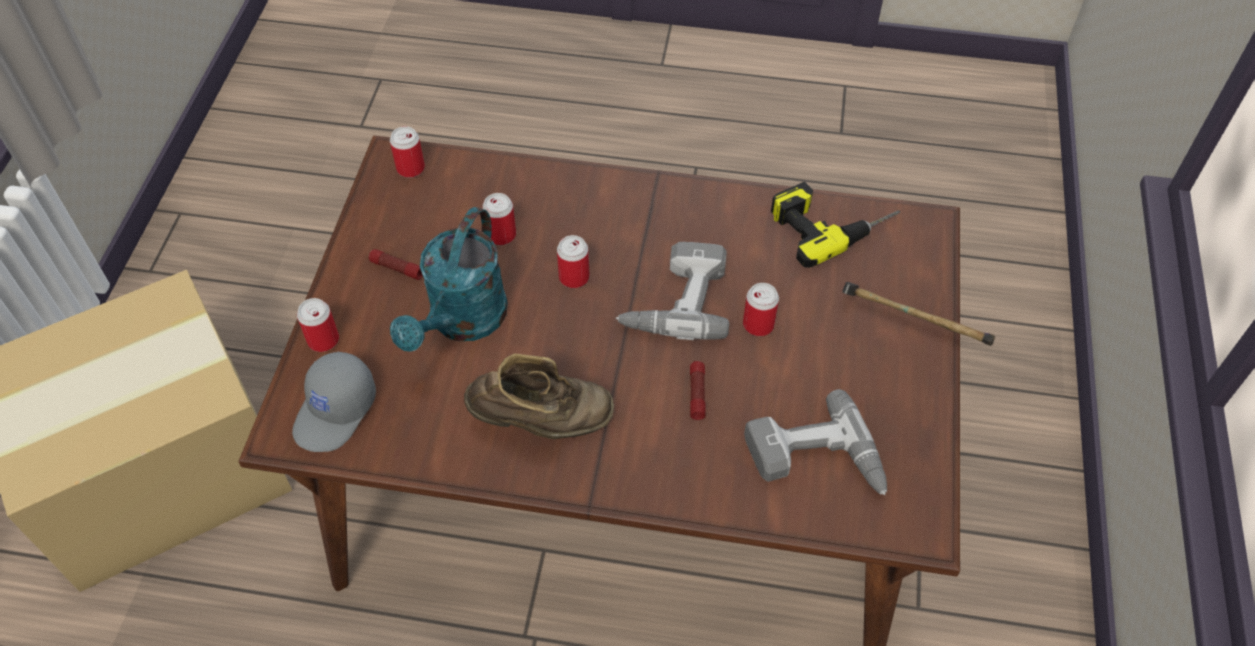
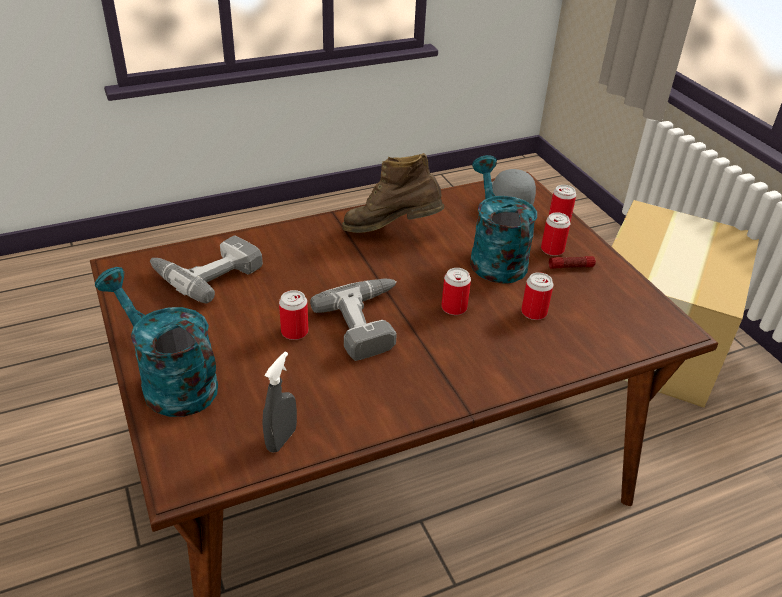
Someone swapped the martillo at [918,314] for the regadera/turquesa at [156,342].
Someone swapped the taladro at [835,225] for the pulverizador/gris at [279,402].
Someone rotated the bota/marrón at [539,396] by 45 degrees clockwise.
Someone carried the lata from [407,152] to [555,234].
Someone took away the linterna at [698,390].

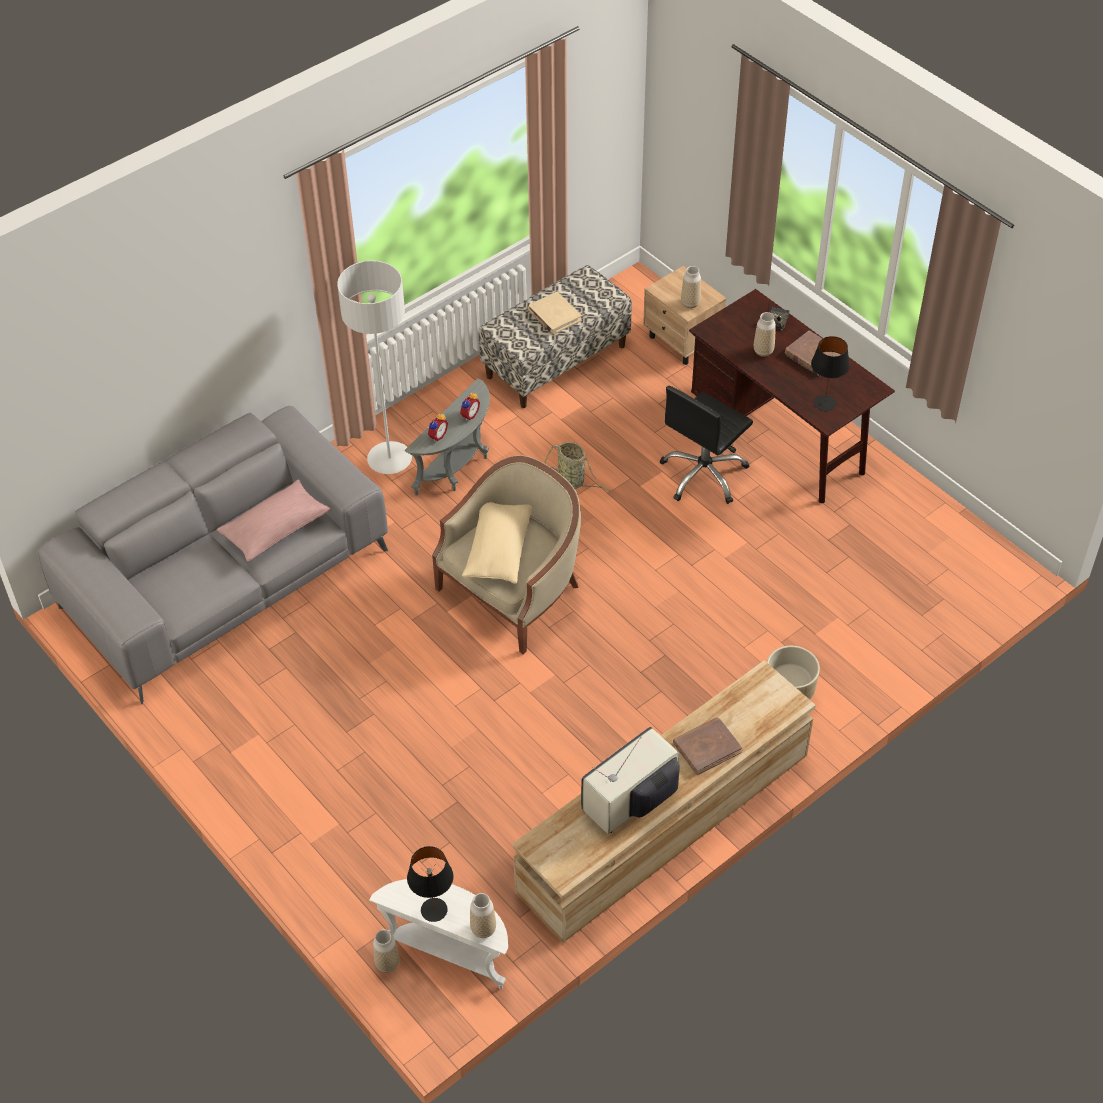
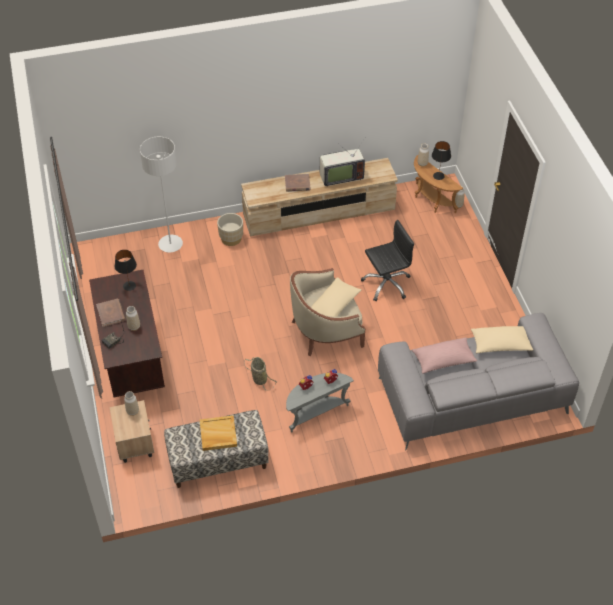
Someone carried the lámpara de pie/gris from [374,367] to [161,195].
Someone swapped the libro/beis at [555,313] for the bandeja/beis at [218,433].
Someone carried the silla de oficina/negro from [706,445] to [387,260].
Someone repainted the mesa auxiliar/blanco at [438,934], which became the mesa auxiliar/marrón at [438,184].
Someone put down the cojín/beis at [502,339].

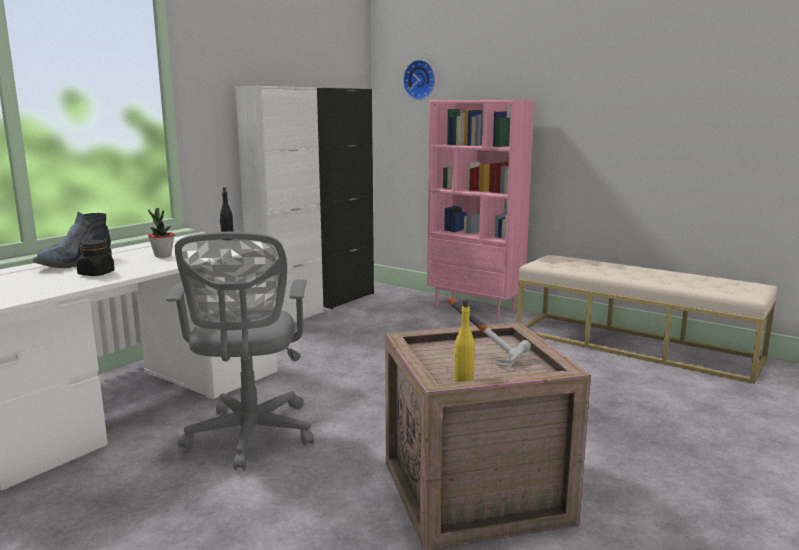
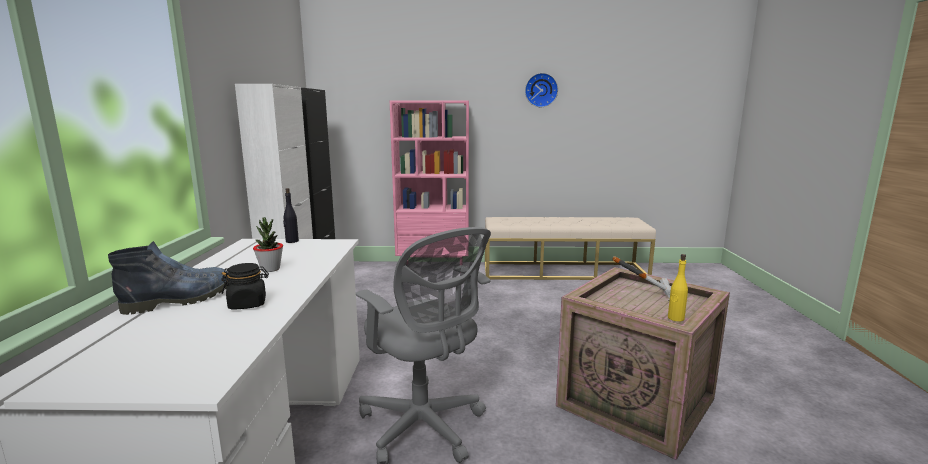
Someone rotated the bota at [72,240] by 120 degrees counterclockwise.
Someone carried the reloj de pared from [419,80] to [541,90].

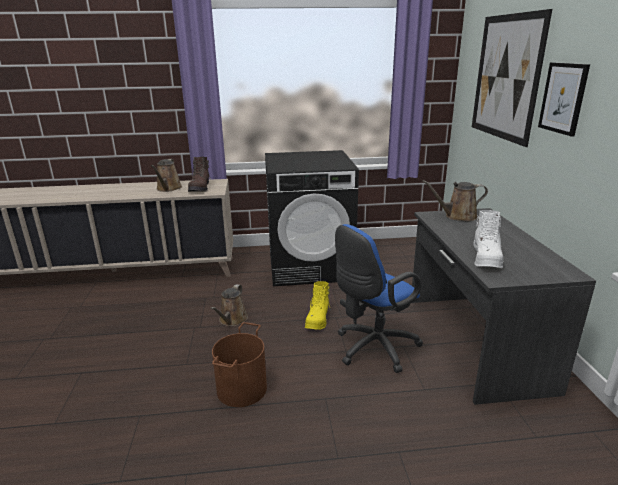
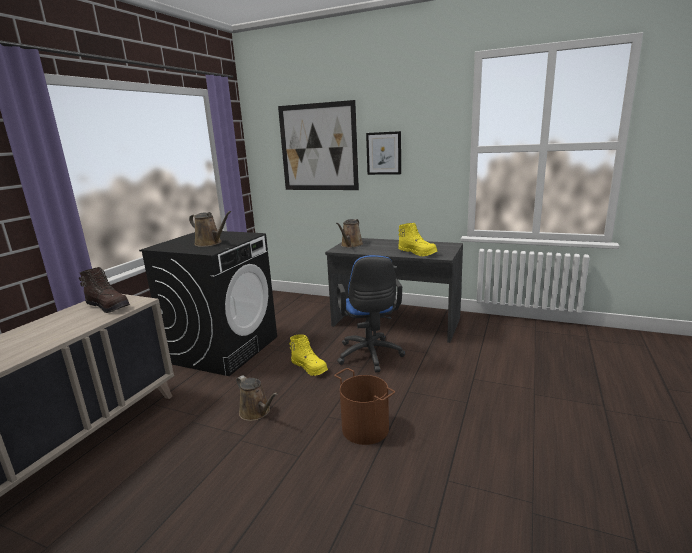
Someone carried the regadera/marrón from [166,175] to [210,229].
Someone repainted the bota/blanco at [488,239], which became the bota/amarillo at [418,239].

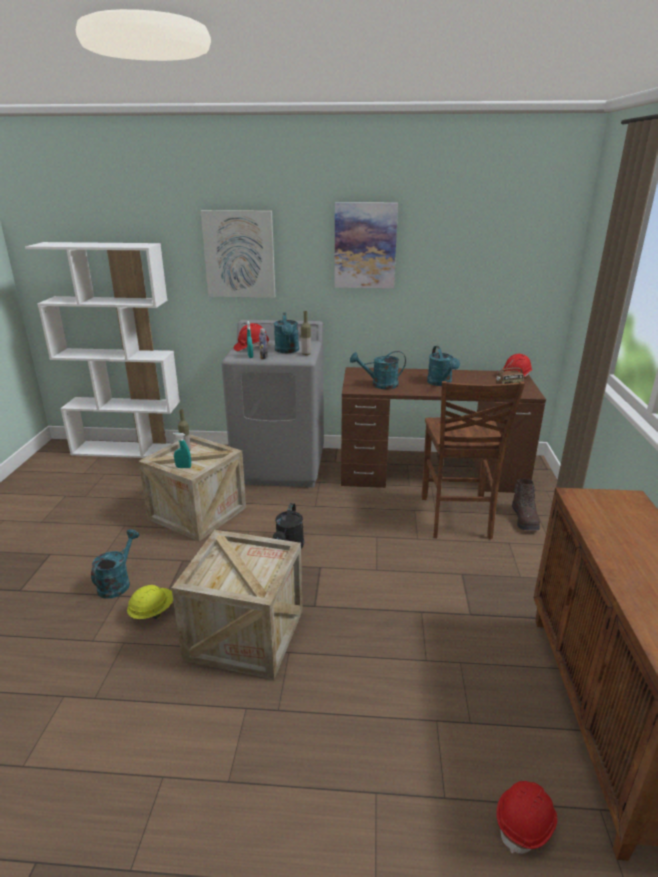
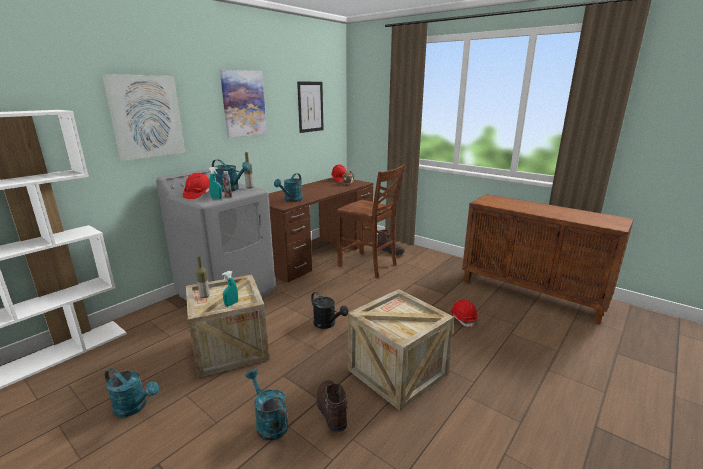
Someone carried the regadera/turquesa from [443,366] to [132,392].
Someone put up the cuadro at [310,107].
Someone swapped the casco/amarillo at [150,602] for the bota/marrón at [332,406].
Someone carried the casco/rojo from [526,817] to [464,313].

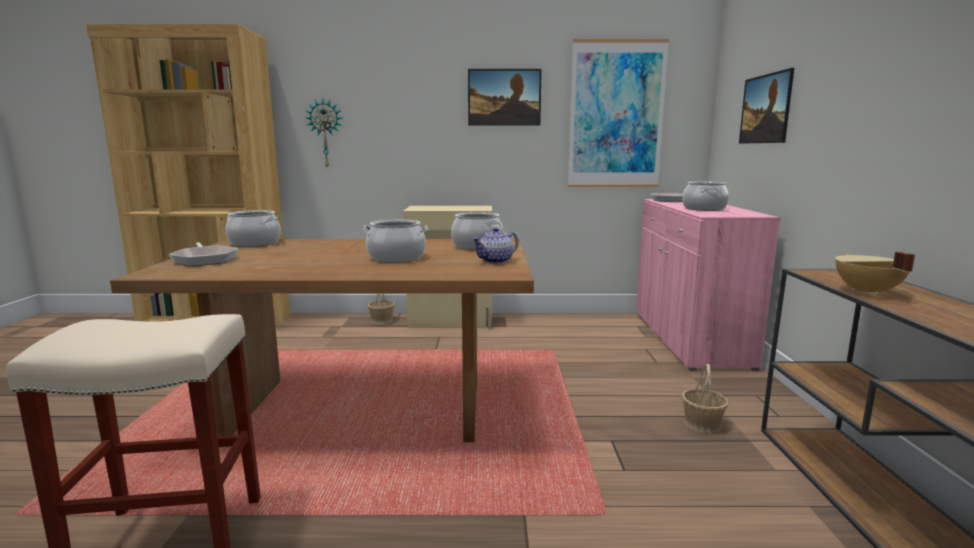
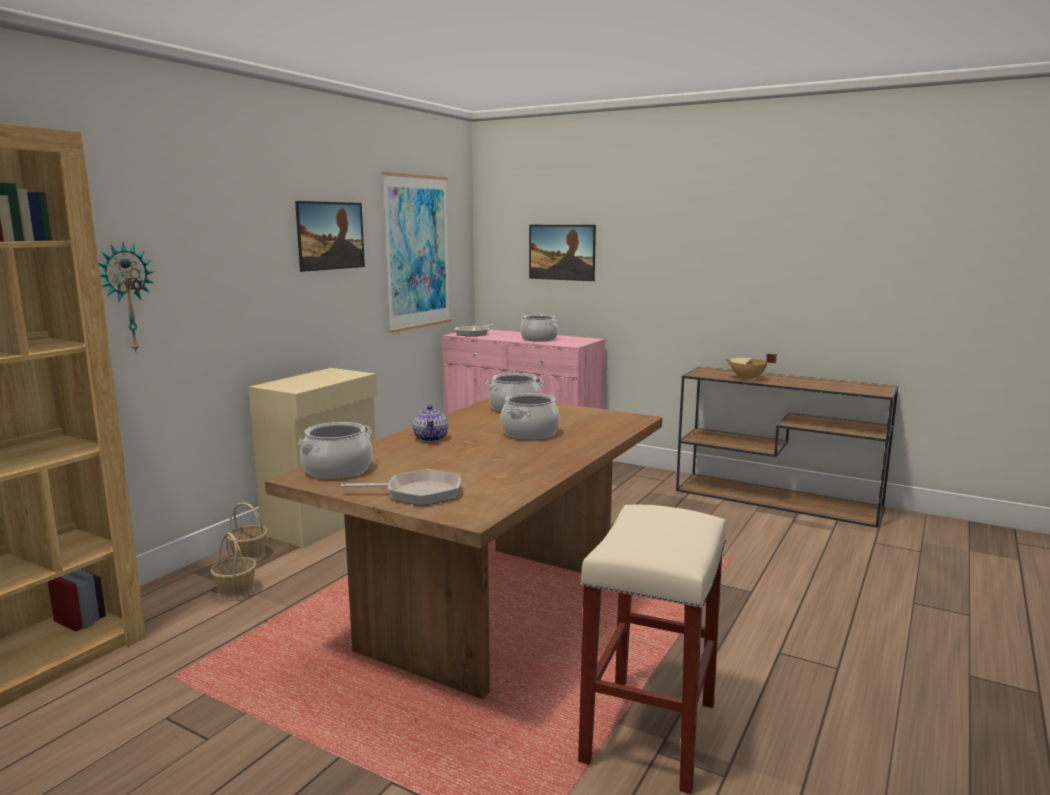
Someone carried the cesta from [705,398] to [233,566].
Someone carried the tetera from [495,245] to [430,423].

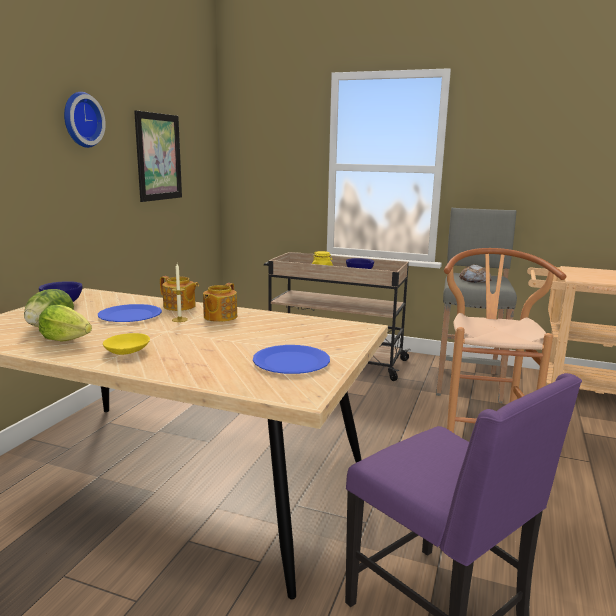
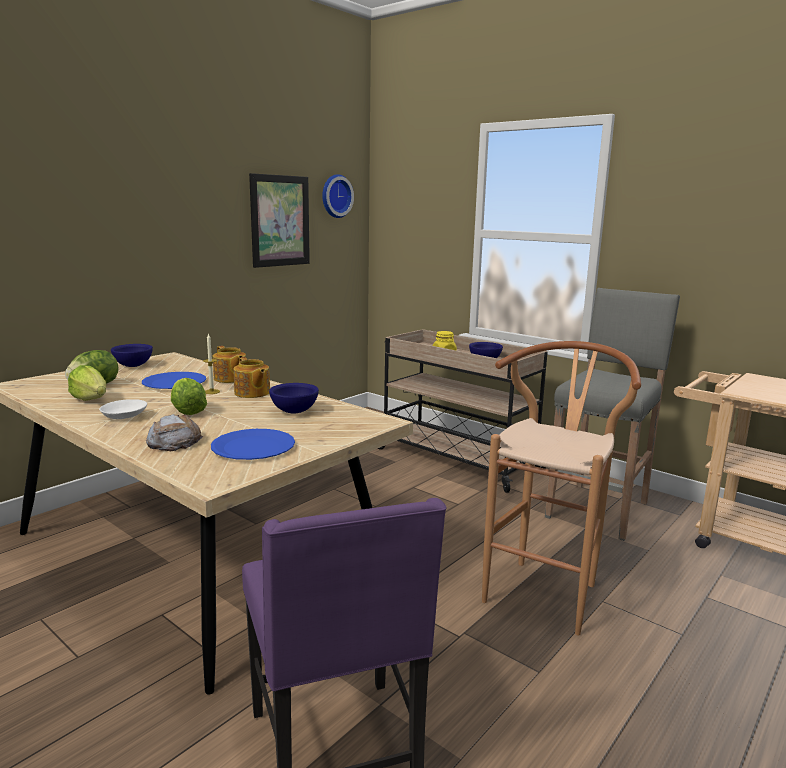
Someone repainted the cuenco/amarillo at [126,344], which became the cuenco/blanco at [123,409].
Someone carried the pan from [475,273] to [175,432].
Someone put down the lechuga at [189,396].
Someone rotated the tetera at [220,302] by 75 degrees counterclockwise.
Someone put down the cuenco/azul at [294,398].
Someone carried the reloj de pared from [85,120] to [338,196].

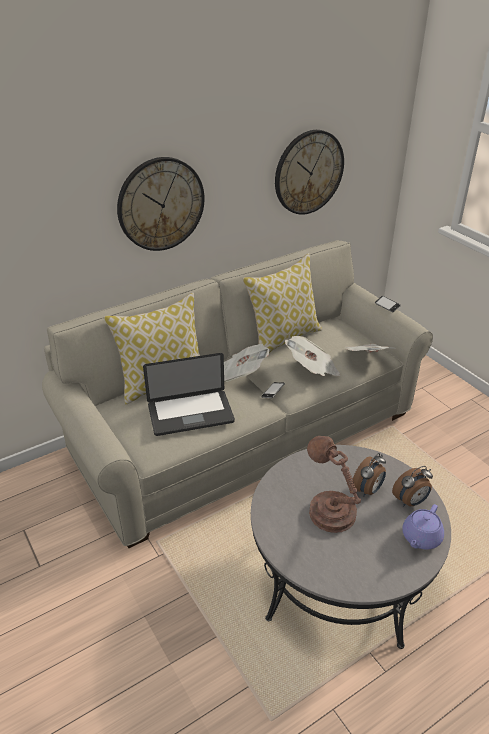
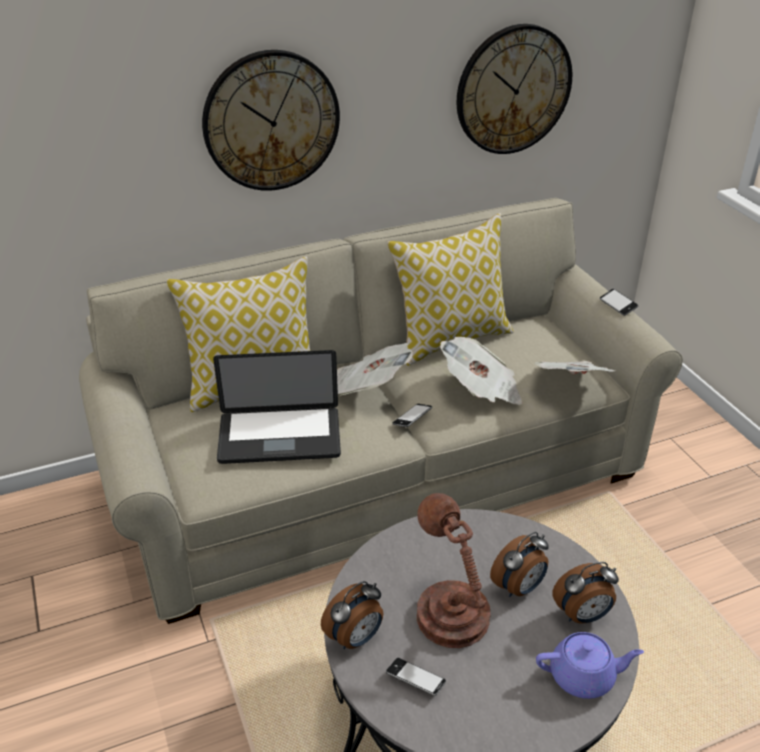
Someone put down the despertador at [352,615].
Someone put down the móvil at [416,677].
Someone rotated the tetera/morado at [423,527] by 135 degrees counterclockwise.

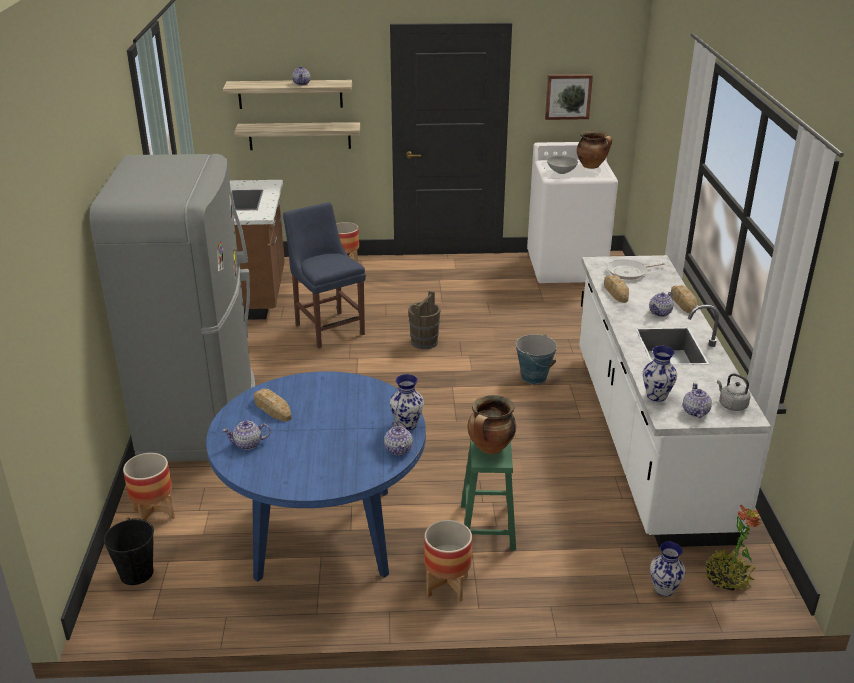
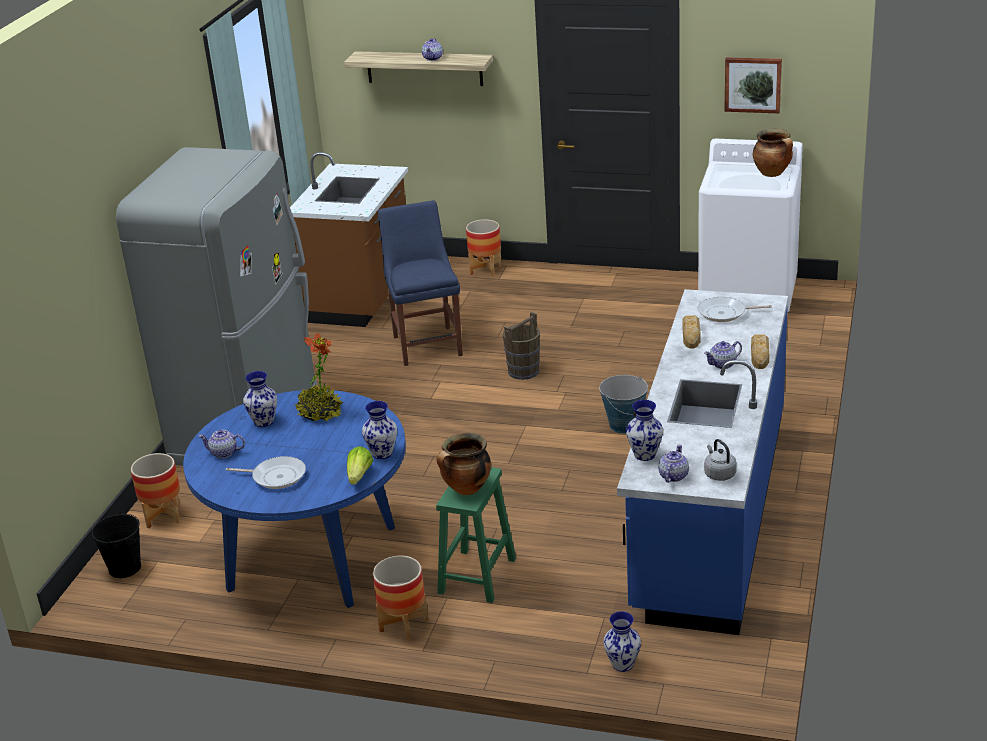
Someone put down the sartén at [266,472].
Someone swapped the pan at [273,405] for the florero at [260,399].
Someone carried the planta en maceta from [733,548] to [319,377].
Someone swapped the tetera at [398,438] for the lechuga at [360,465].
Someone repainted the mueble bajo de cocina/blanco at [675,401], which became the mueble bajo de cocina/azul at [702,462].
Someone took away the estante at [297,136].
Someone took away the cuenco/gris at [562,165].

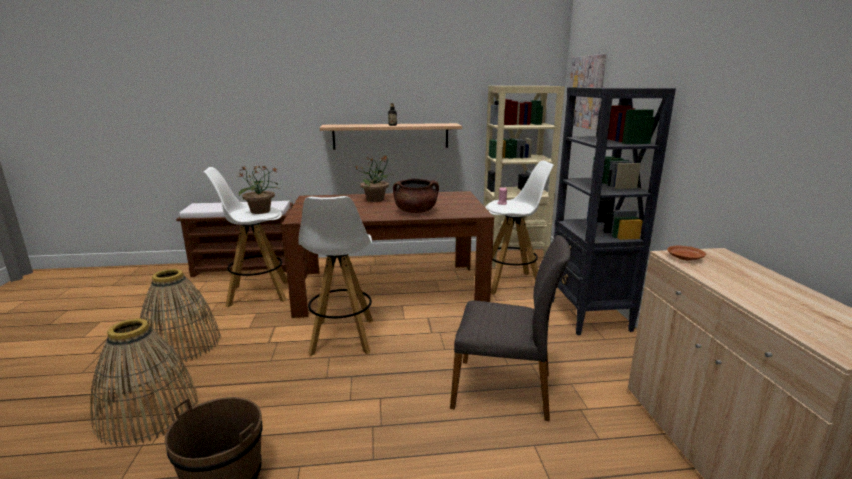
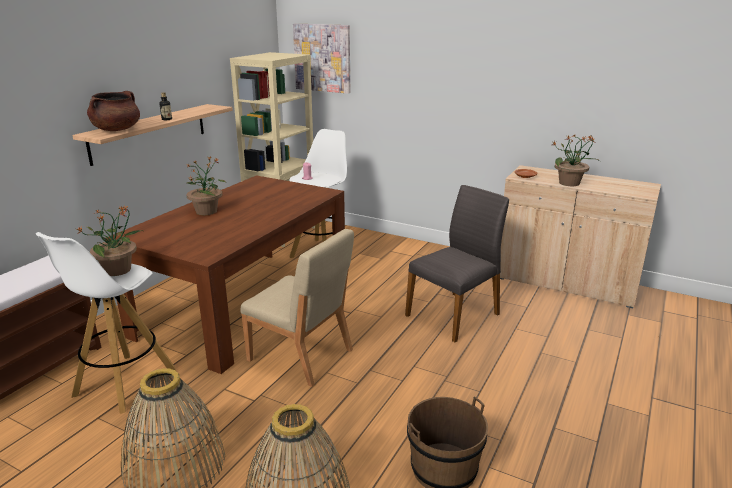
Someone carried the olla/marrón from [416,196] to [113,111].
Someone swapped the taburete/blanco at [335,276] for the silla/beis at [297,308].
Someone put down the planta en maceta at [576,160].
Someone took away the estantería/negro at [614,211].

